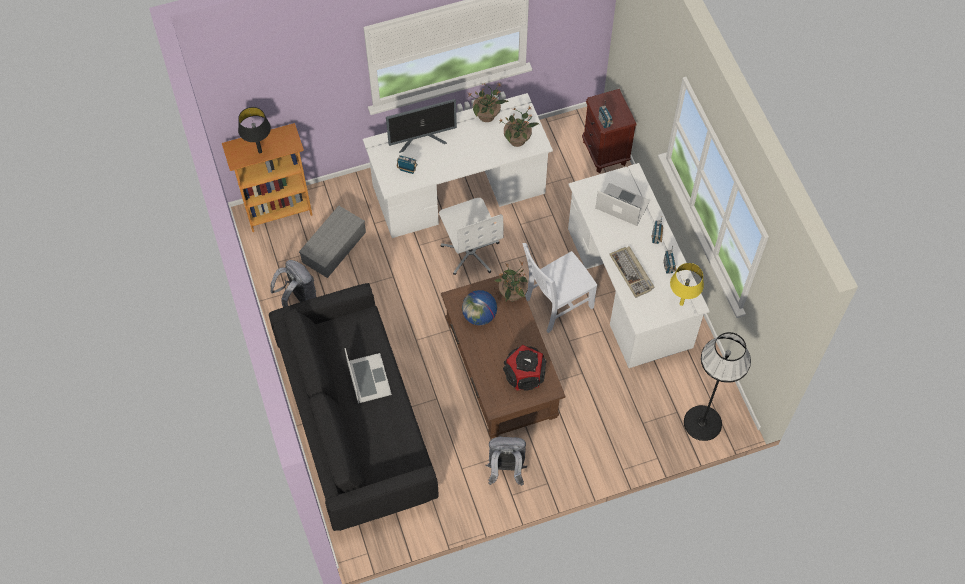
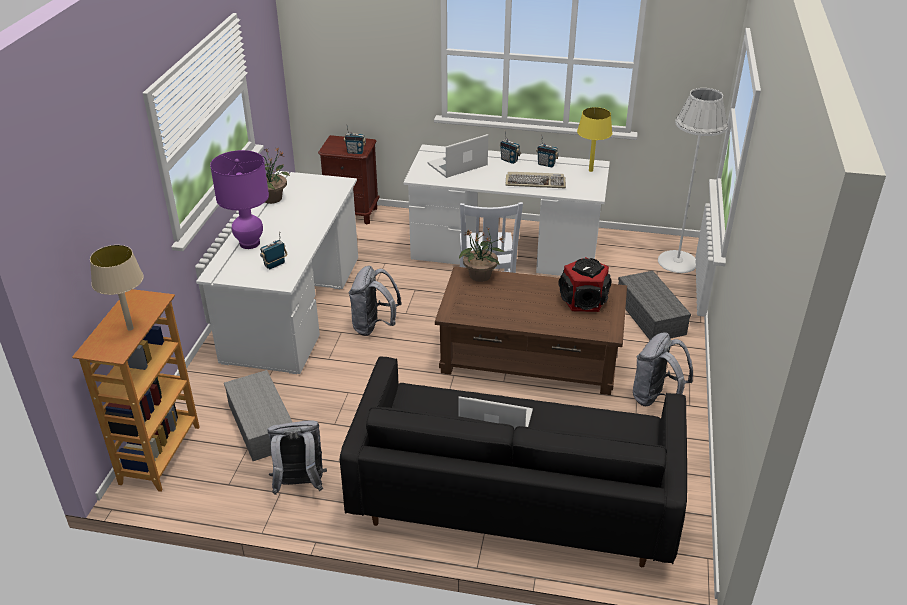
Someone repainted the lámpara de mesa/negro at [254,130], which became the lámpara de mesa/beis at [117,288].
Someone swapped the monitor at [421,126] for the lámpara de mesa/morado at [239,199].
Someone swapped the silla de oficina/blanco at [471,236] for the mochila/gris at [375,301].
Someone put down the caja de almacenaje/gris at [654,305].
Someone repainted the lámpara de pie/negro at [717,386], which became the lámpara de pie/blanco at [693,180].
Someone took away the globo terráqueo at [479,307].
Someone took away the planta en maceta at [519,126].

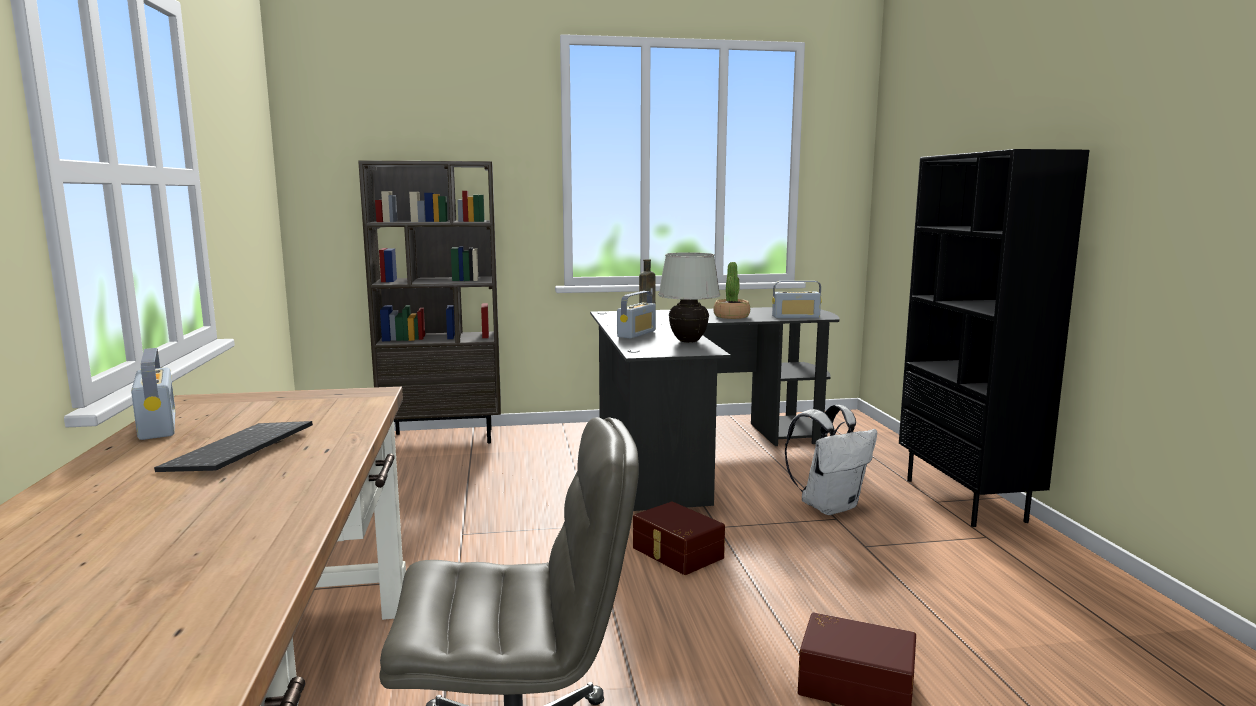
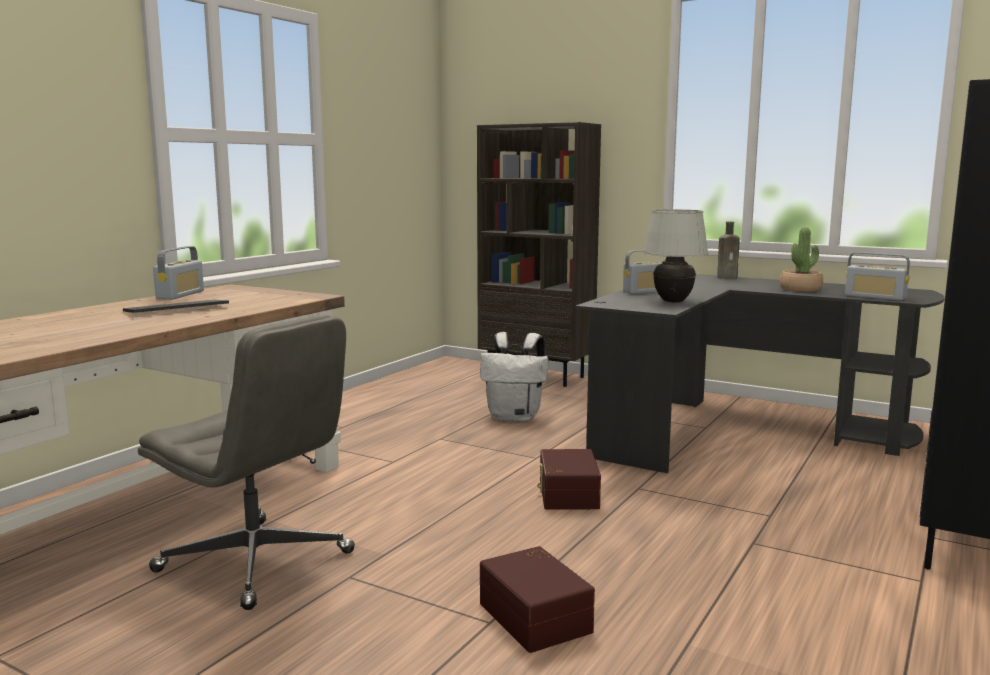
Someone carried the mochila/blanco from [831,460] to [514,377].

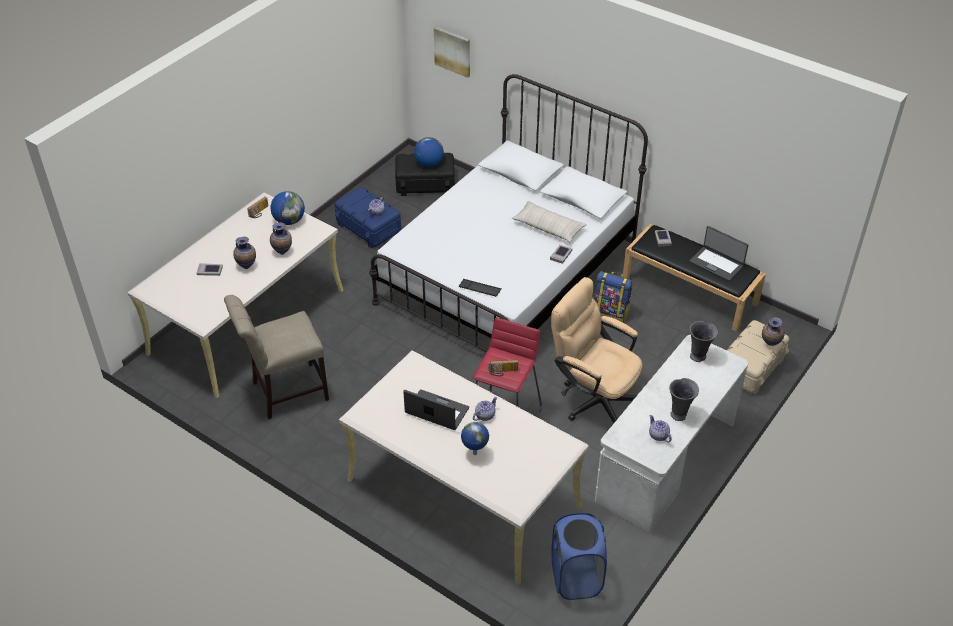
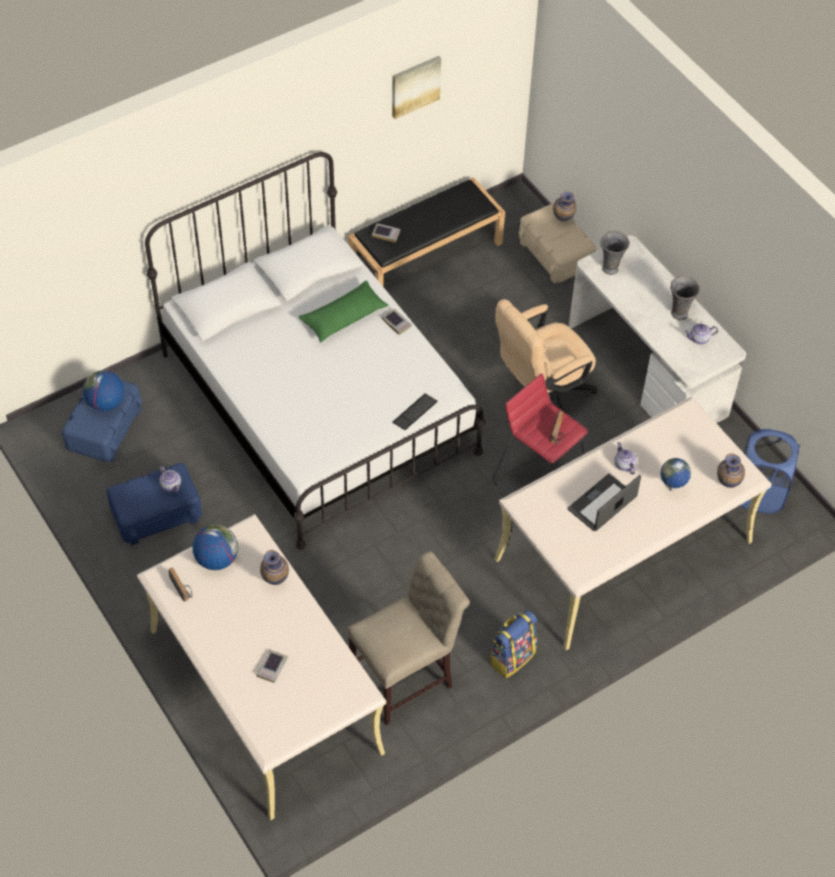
Someone repainted the caja de almacenaje/negro at [425,174], which became the caja de almacenaje/azul at [102,421].
Someone repainted the cojín/beis at [549,221], which became the cojín/verde at [344,311].
Someone rotated the silla/beis at [276,357] by 120 degrees counterclockwise.
Someone carried the cuadro from [452,52] to [416,87].
Someone carried the mochila from [613,297] to [513,644].
Someone carried the florero from [244,253] to [731,470].
Someone took away the portátil at [718,253].

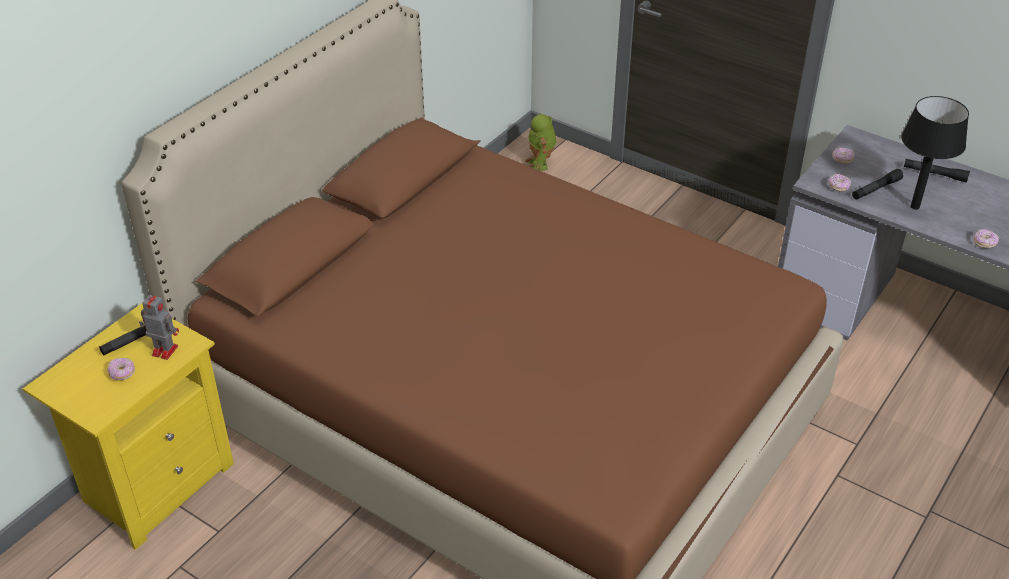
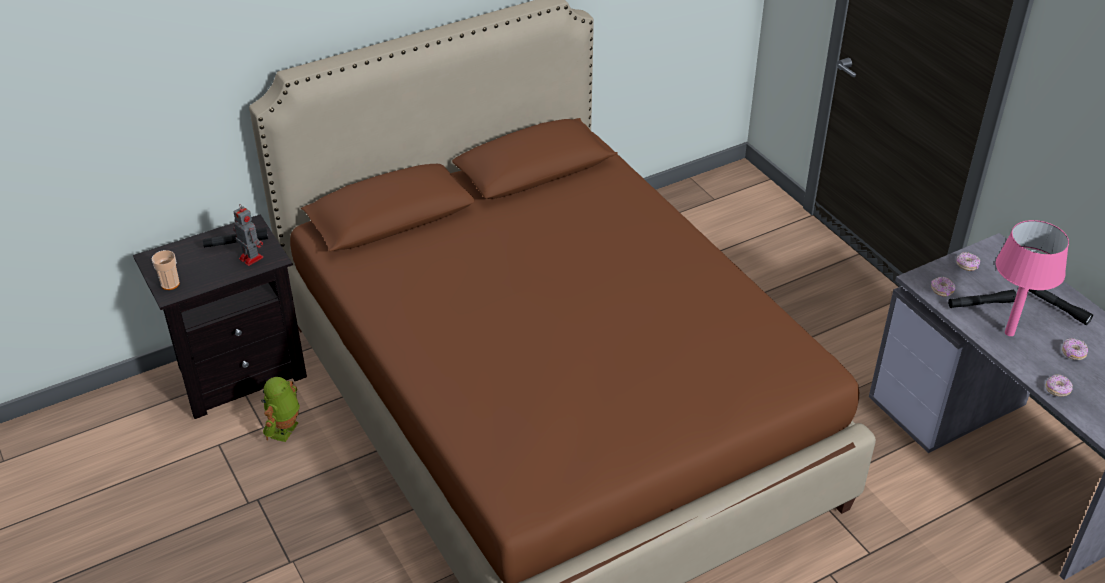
Someone repainted the mesita de noche/amarillo at [128,426], which became the mesita de noche/negro at [220,317].
Someone put down the taza at [166,270].
Someone carried the robot de juguete from [540,142] to [280,409].
Someone repainted the lámpara de mesa/negro at [935,153], which became the lámpara de mesa/rosa at [1032,278].
Someone carried the rosquilla from [121,369] to [1075,349].

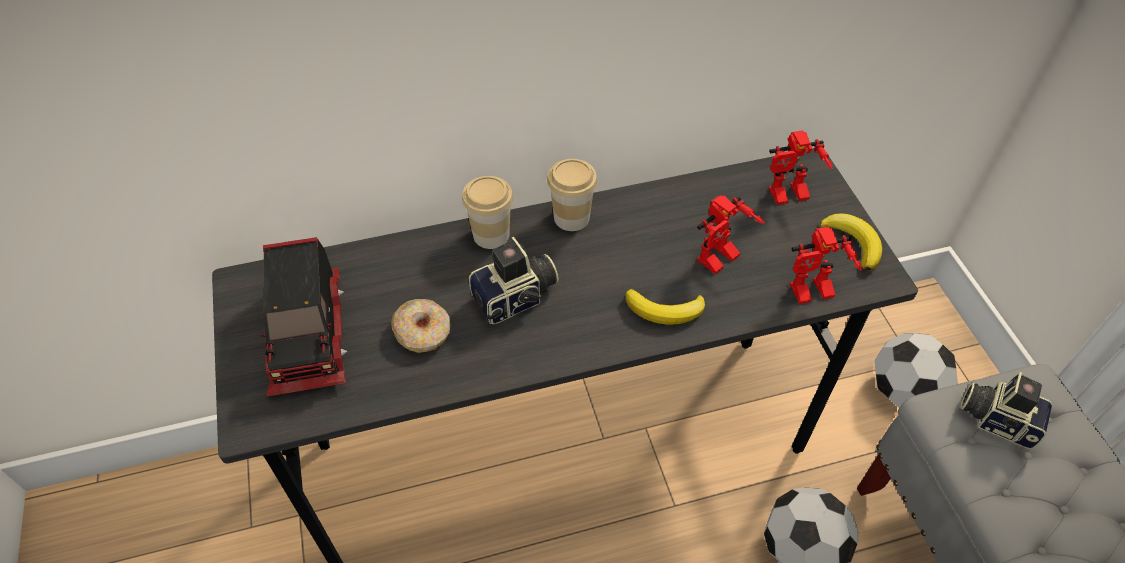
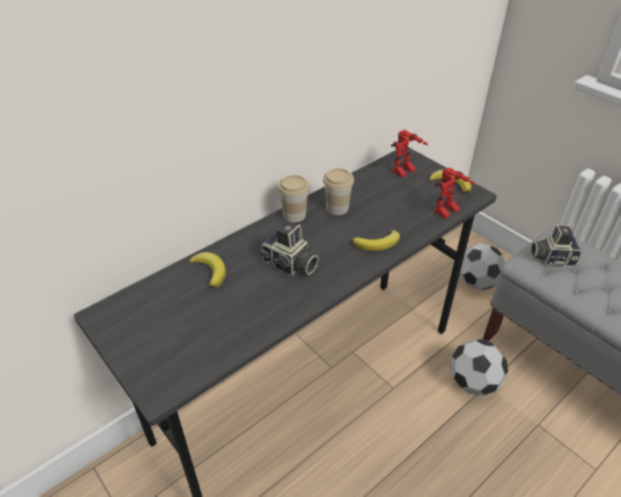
Someone put down the plátano at [207,270].
Someone rotated the cámara at [514,280] by 90 degrees clockwise.
Someone carried the taza from [487,212] to [338,191].
Someone took away the camión de juguete at [304,316].
Someone took away the rosquilla at [421,326].
Someone took away the robot de juguete at [731,234].

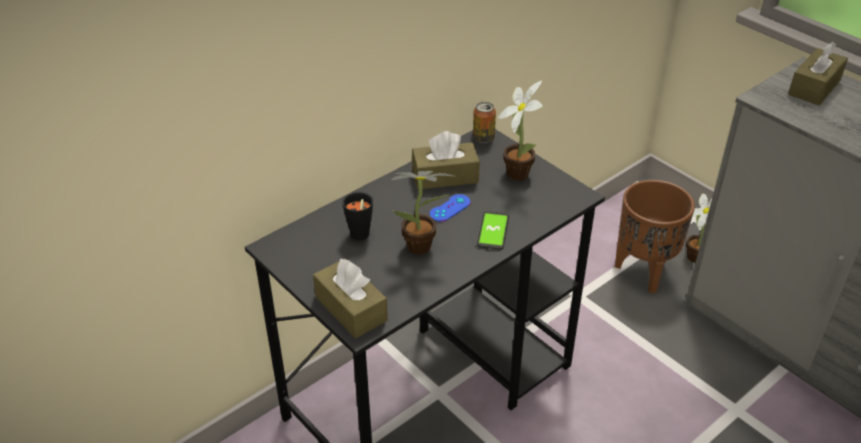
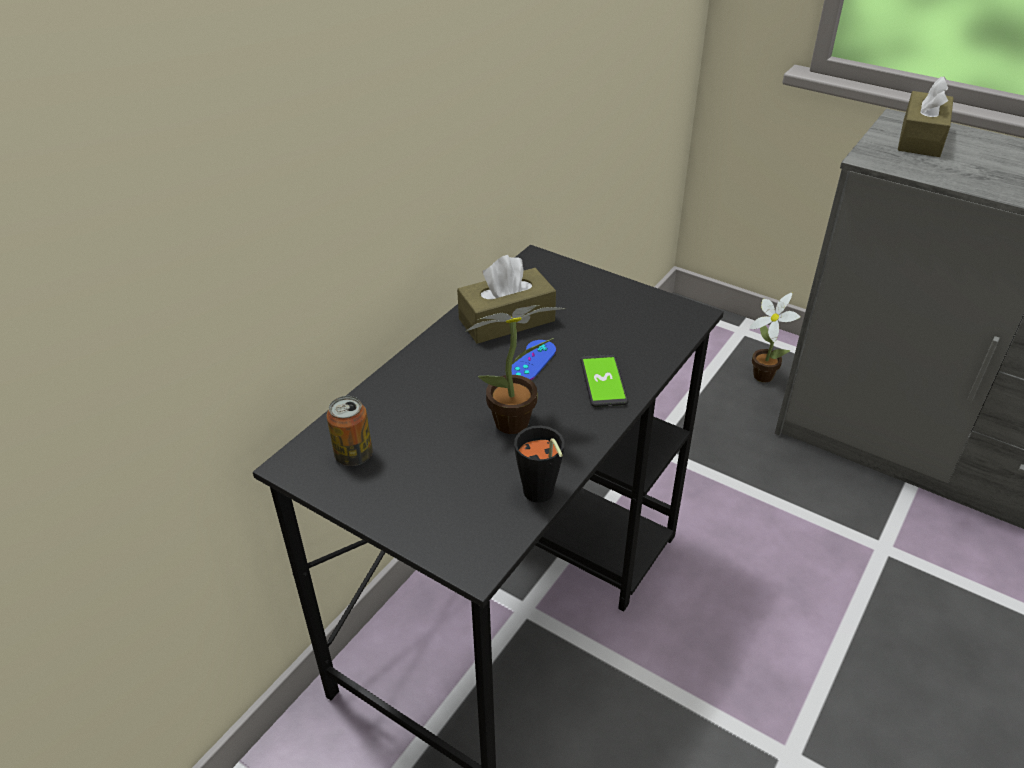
Someone carried the lata from [484,122] to [350,431].
Someone carried the taza/negro from [357,216] to [539,464].
Someone took away the caja de pañuelos/marrón at [350,298].
Someone took away the planta en maceta at [520,131].
Someone took away the maceta/marrón at [655,236].

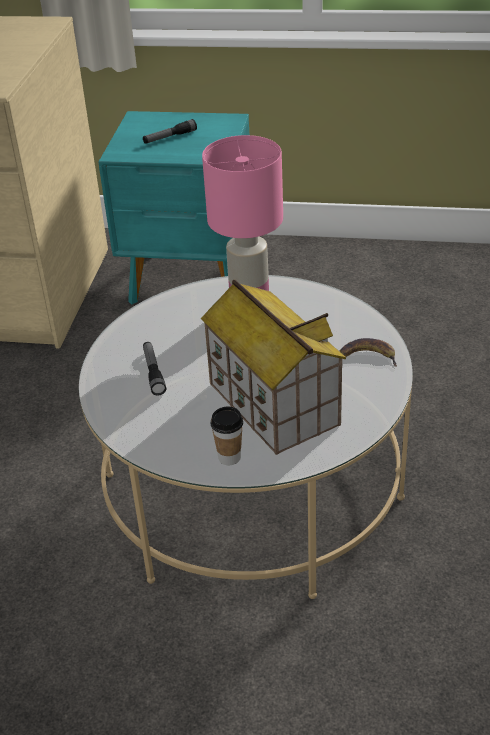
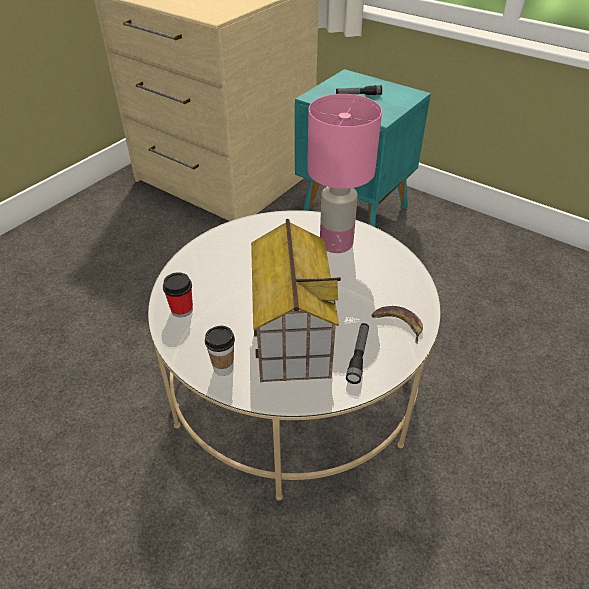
Someone put down the taza at [178,294].
Someone carried the linterna from [154,369] to [357,353].

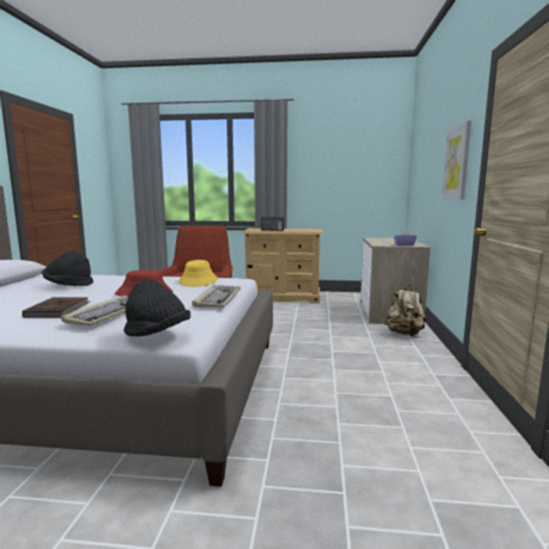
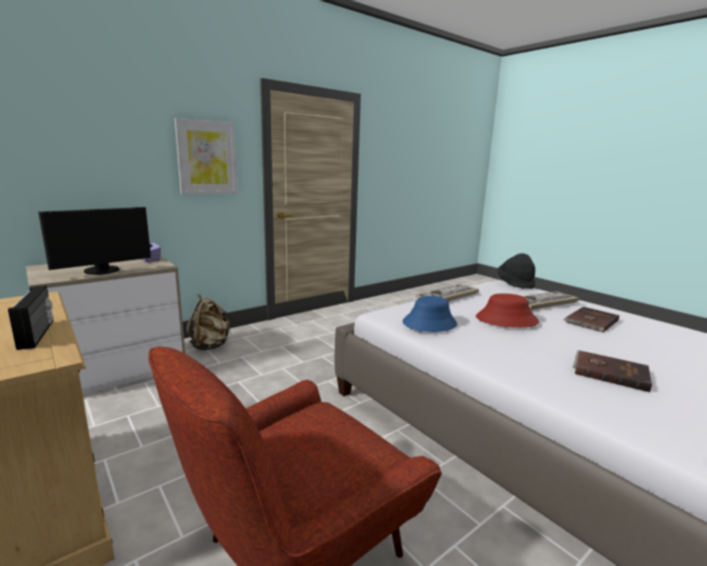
Someone put down the monitor at [94,241].
Someone repainted the sombrero/amarillo at [198,273], which became the sombrero/azul at [430,314].
Someone swapped the sombrero/negro at [68,268] for the libro/marrón at [612,371].

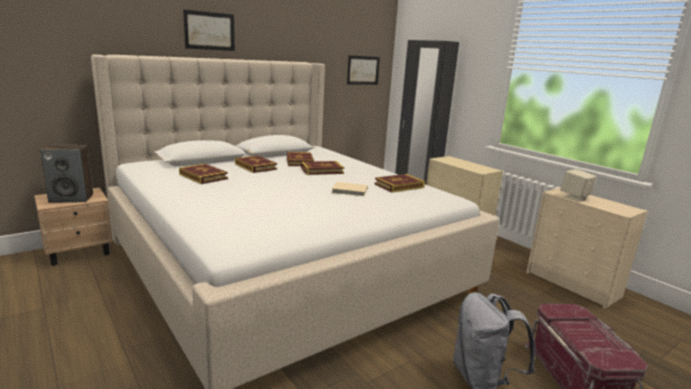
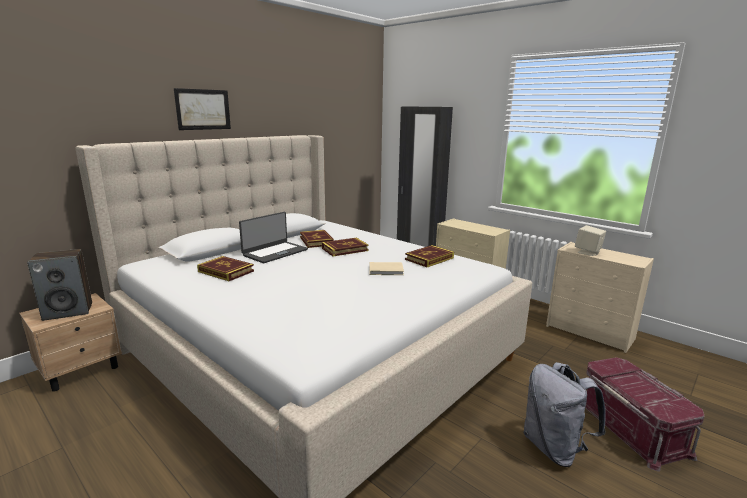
Someone swapped the libro at [256,164] for the portátil at [273,237].
Someone took away the cuadro at [363,70].

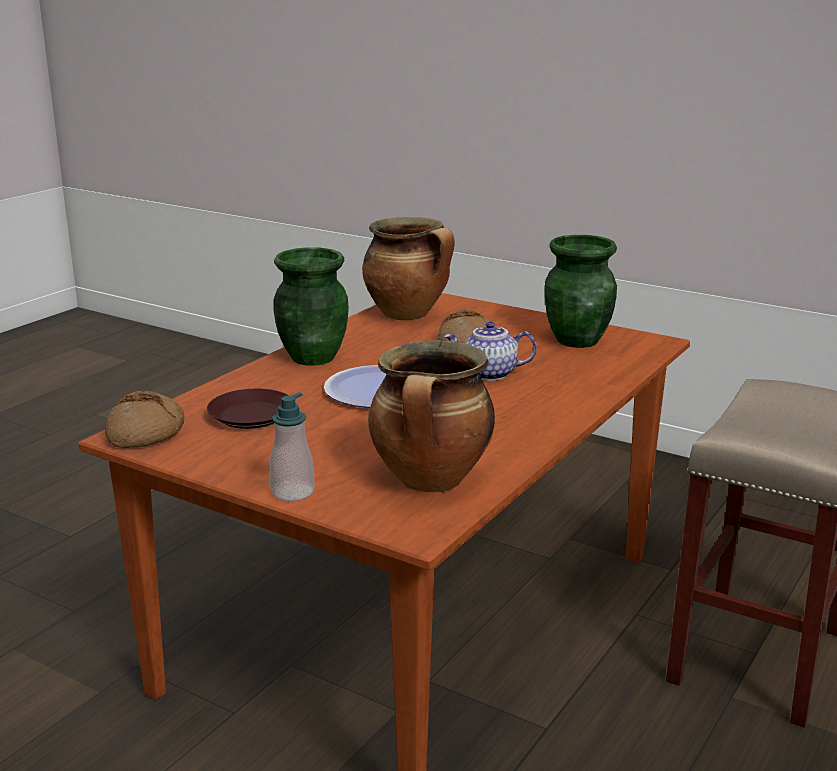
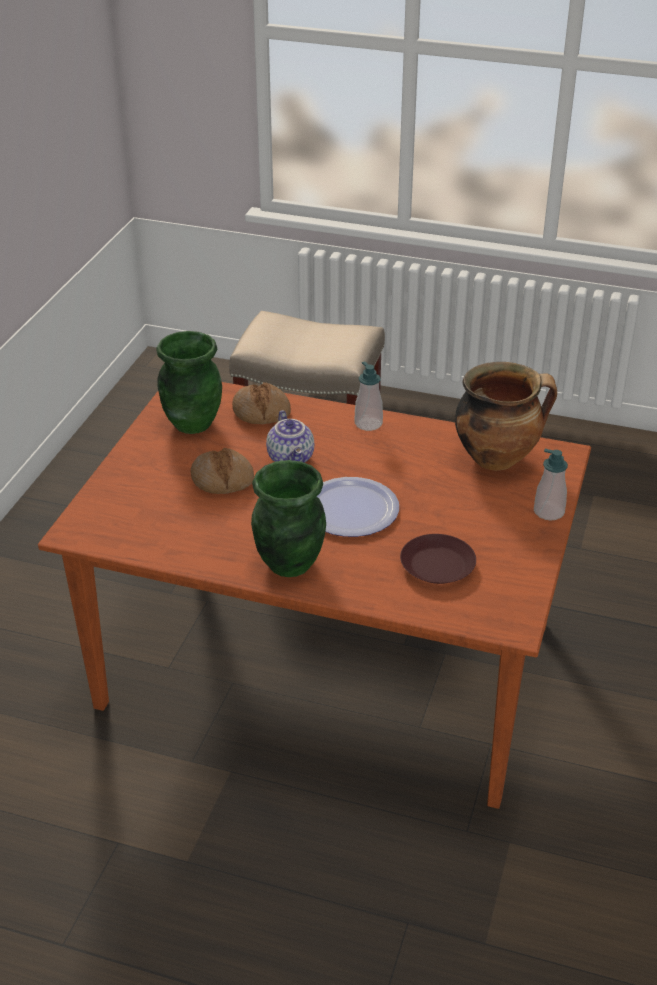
Someone carried the pan from [145,419] to [261,403].
Someone put down the dispensador de jabón at [369,396].
Someone took away the olla at [408,268].

